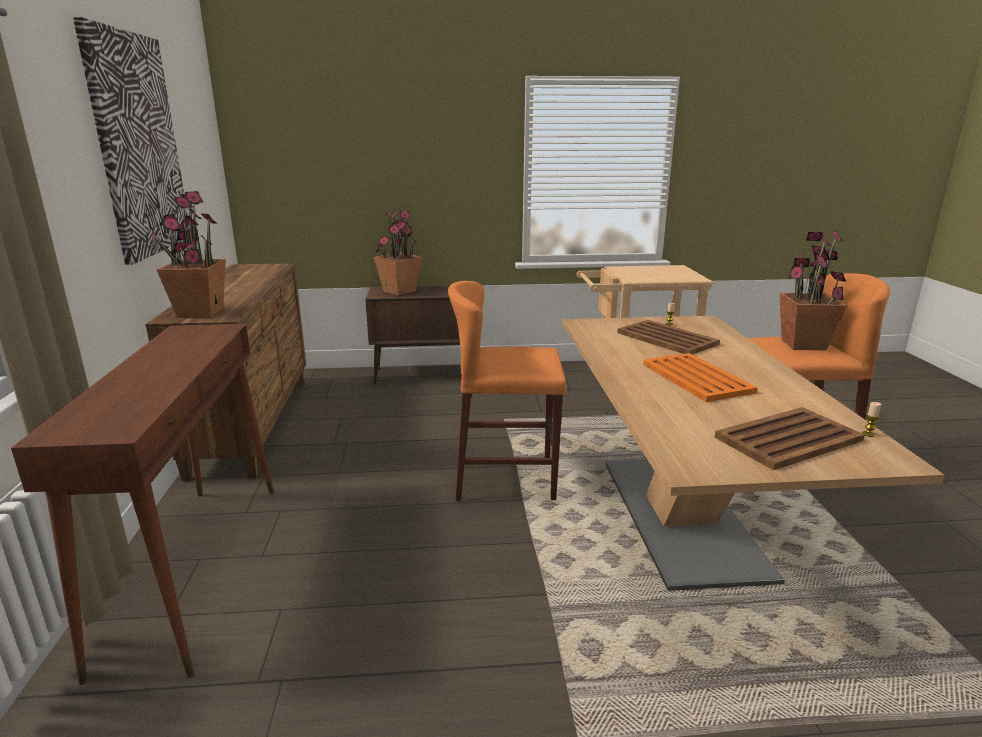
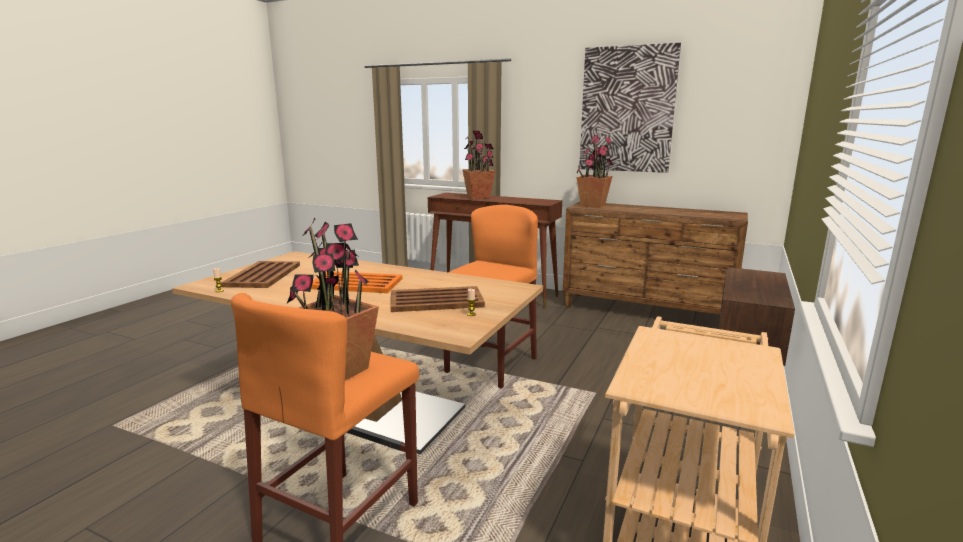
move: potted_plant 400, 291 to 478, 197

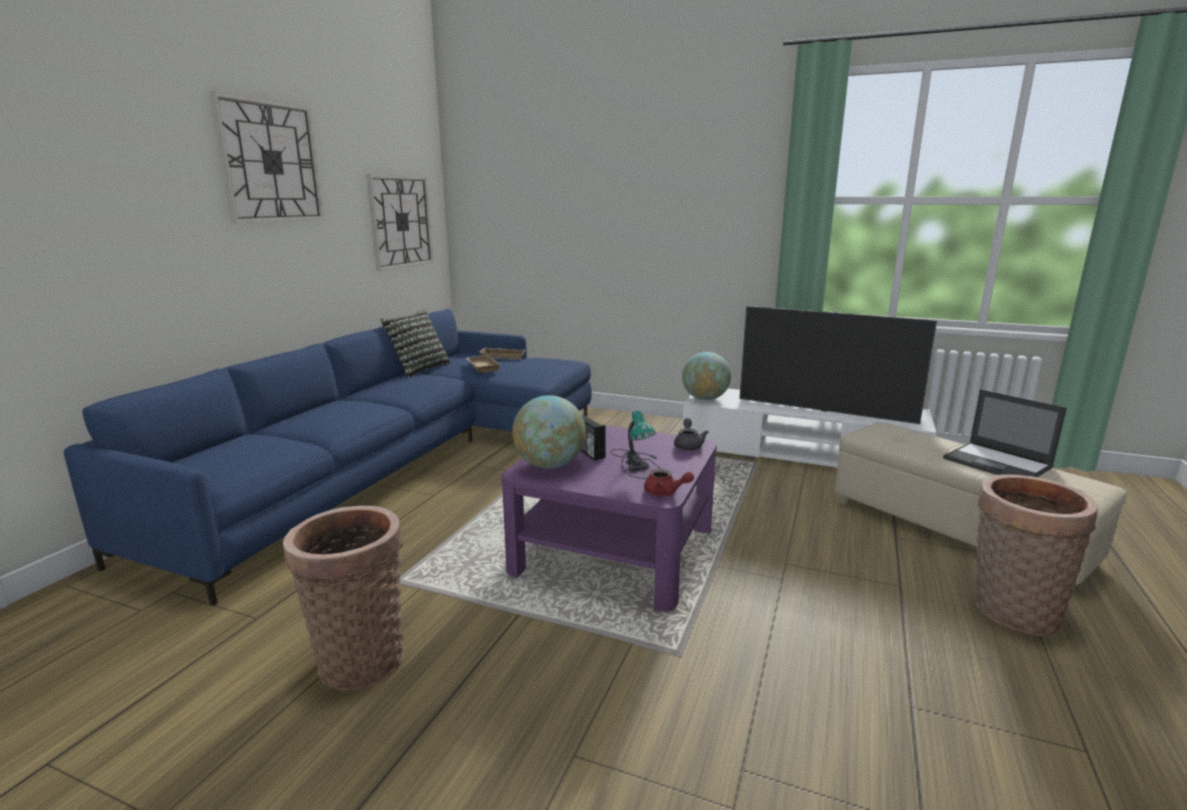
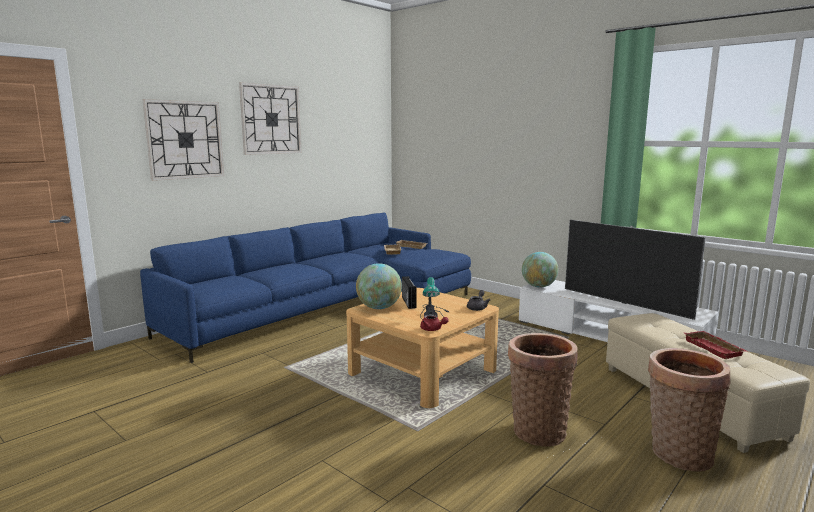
delete: pillow 418, 369
move: basket 360, 658 to 537, 430; wall_clock 401, 222 to 185, 140
replace: laptop 998, 463 to red_tray 715, 348
recolor: purple_coffee_table 613, 549 to beige_coffee_table 422, 372

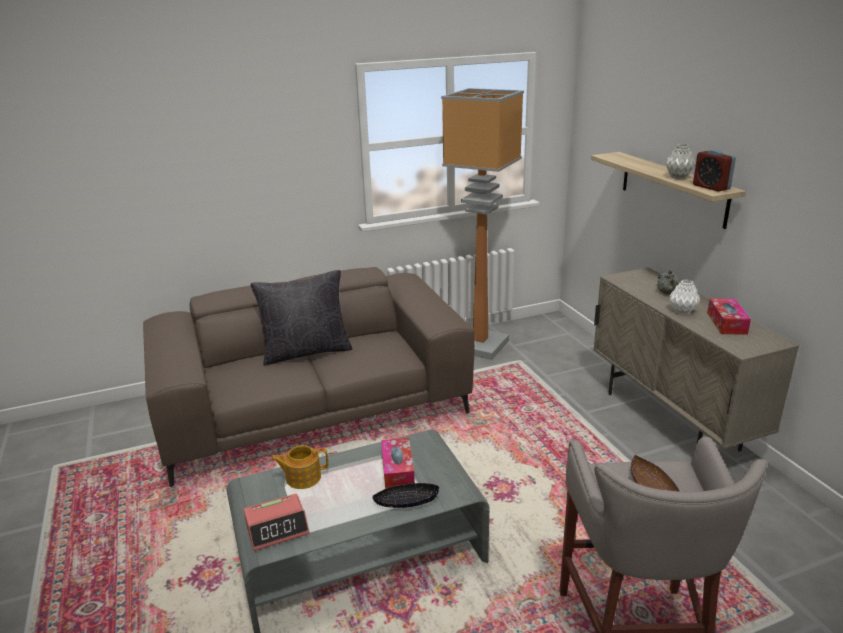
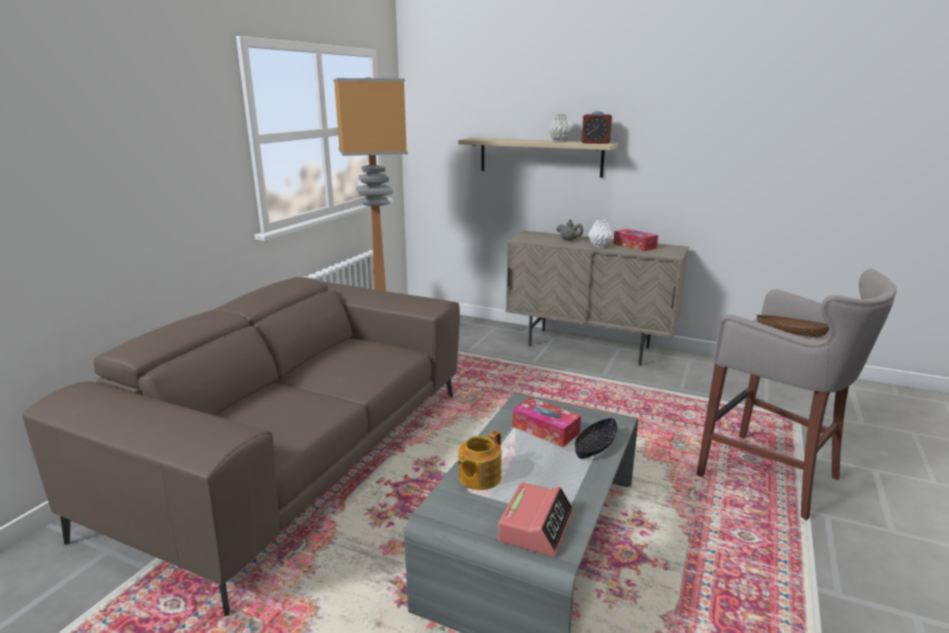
delete: black_pillow 306, 351

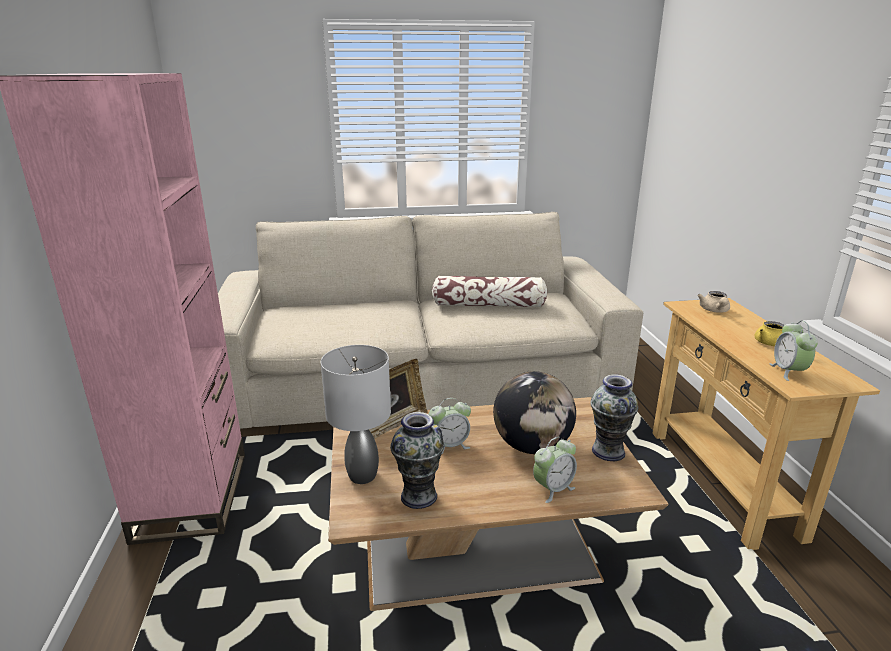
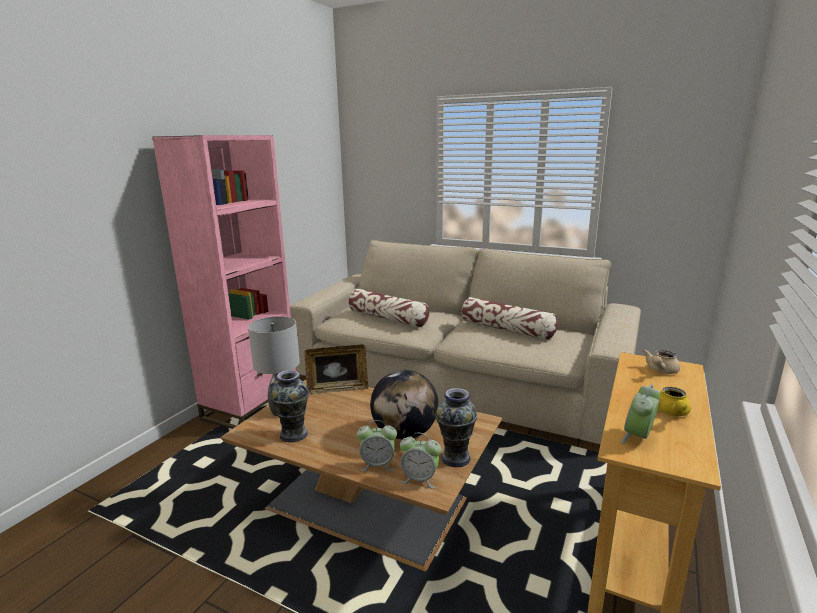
insert: pillow 388, 318
move: alarm_clock 450, 445 to 420, 479

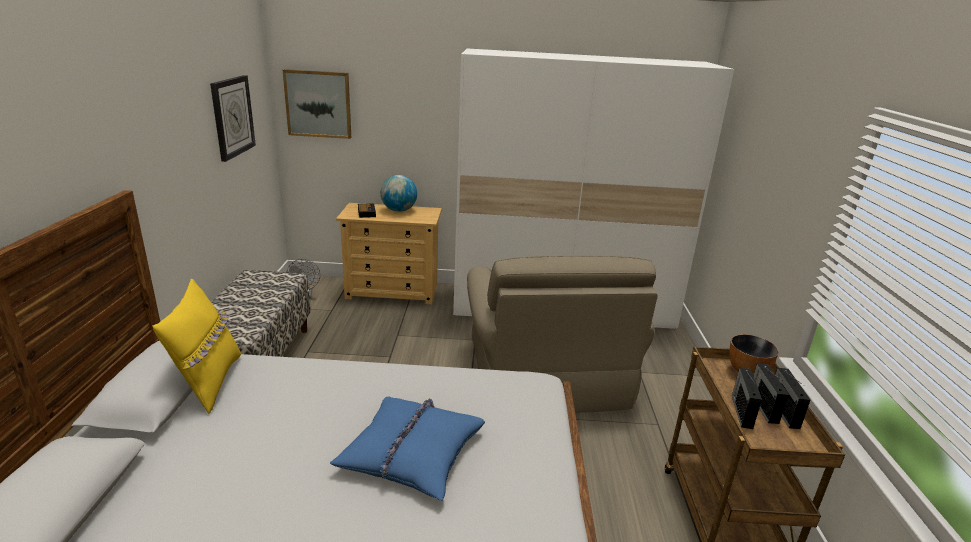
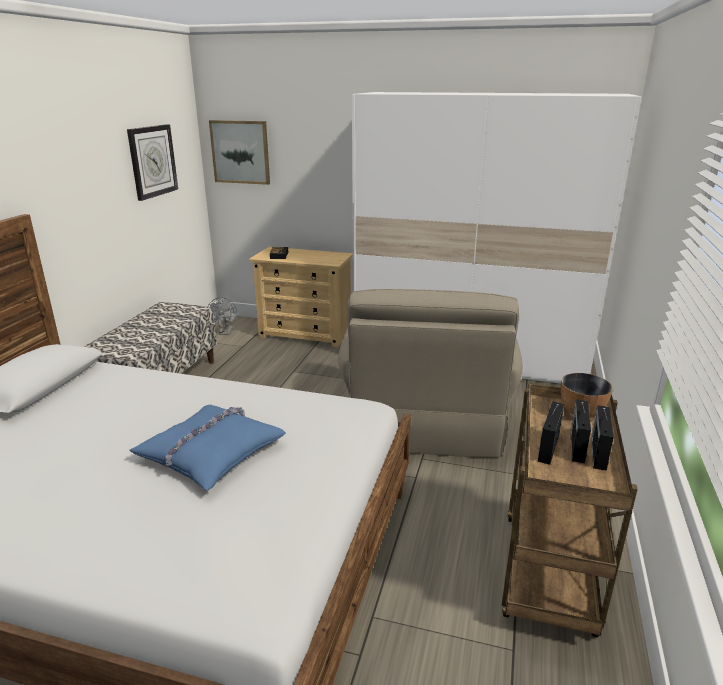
delete: yellow_pillow 209, 382; globe 399, 210

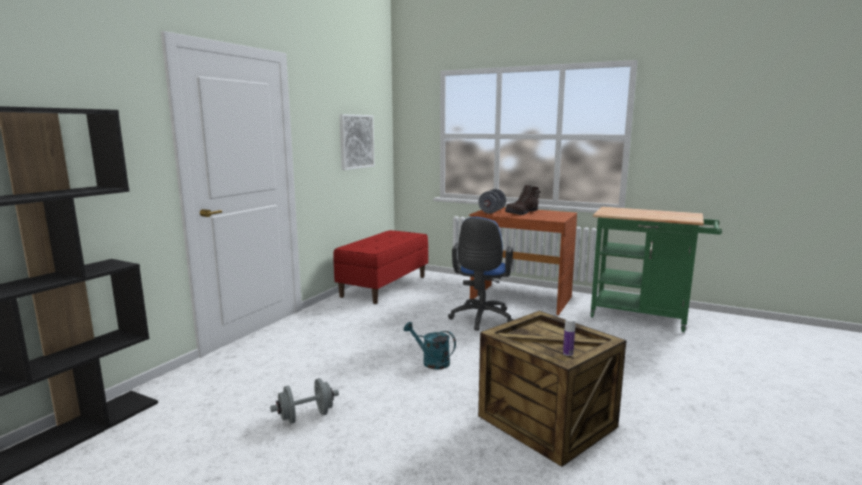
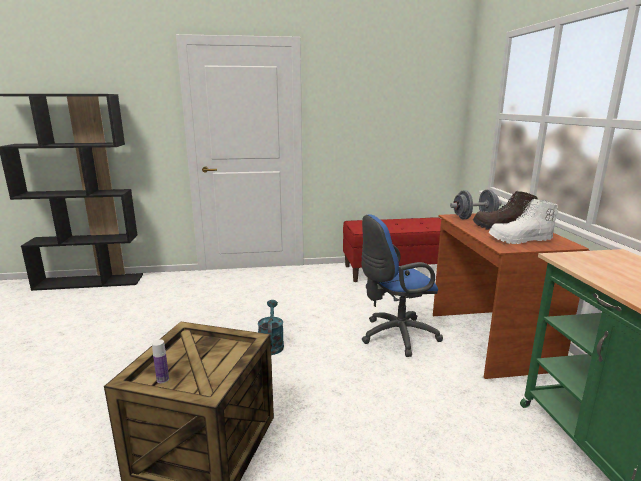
delete: grey_dumbbell 306, 416; picture 356, 141
insert: white_boot 520, 240

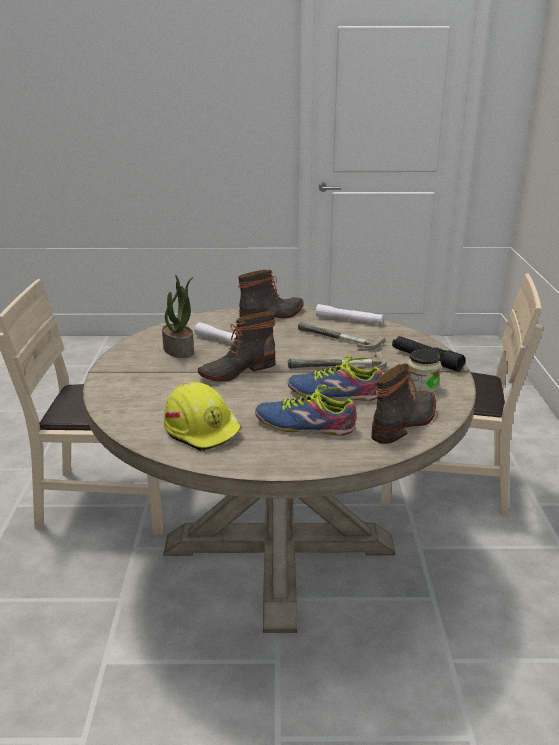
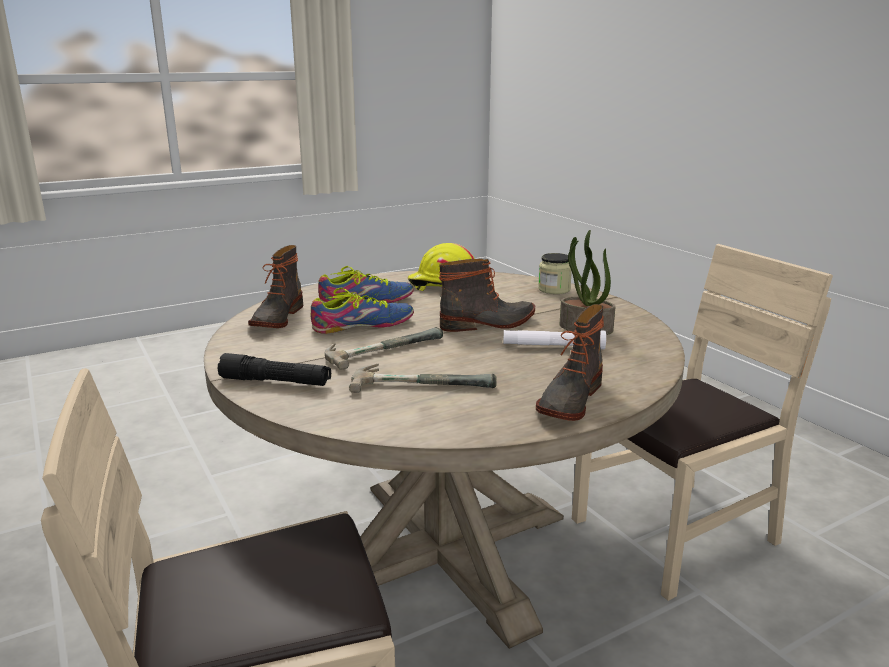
delete: white_flashlight 349, 320
move: jar 422, 386 to 554, 289
rotate: boot 236, 370 = 488, 323 45 degrees clockwise

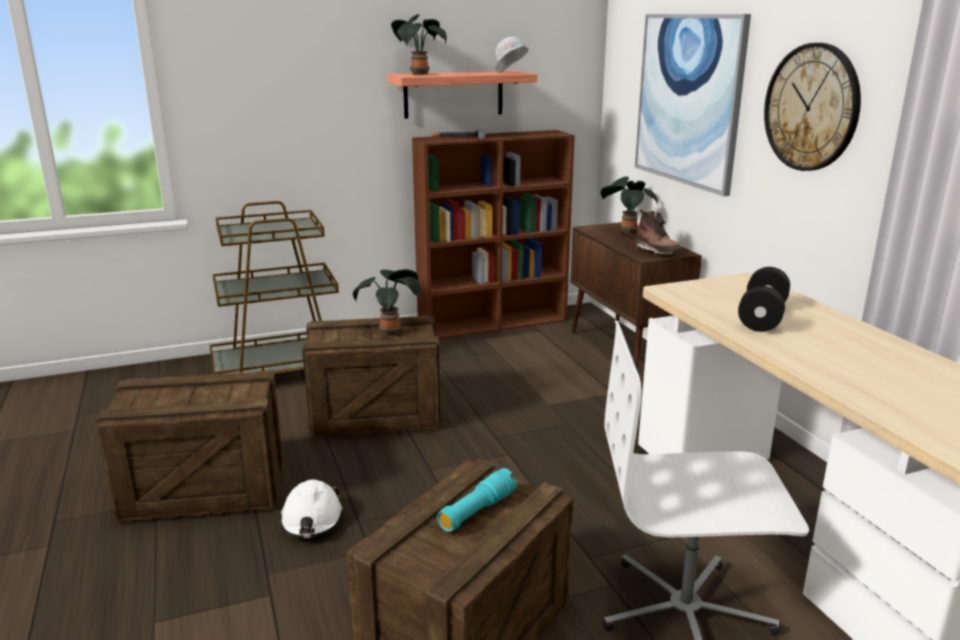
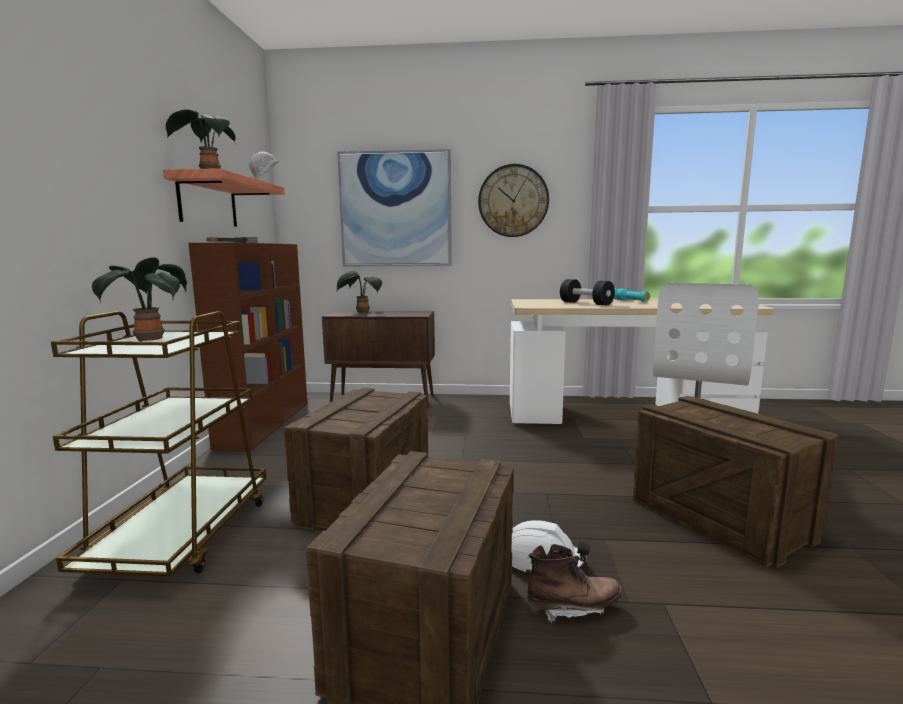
move: potted_plant 392, 332 to 149, 339; turquoise_flashlight 477, 511 to 630, 301; brown_boot 656, 253 to 572, 607

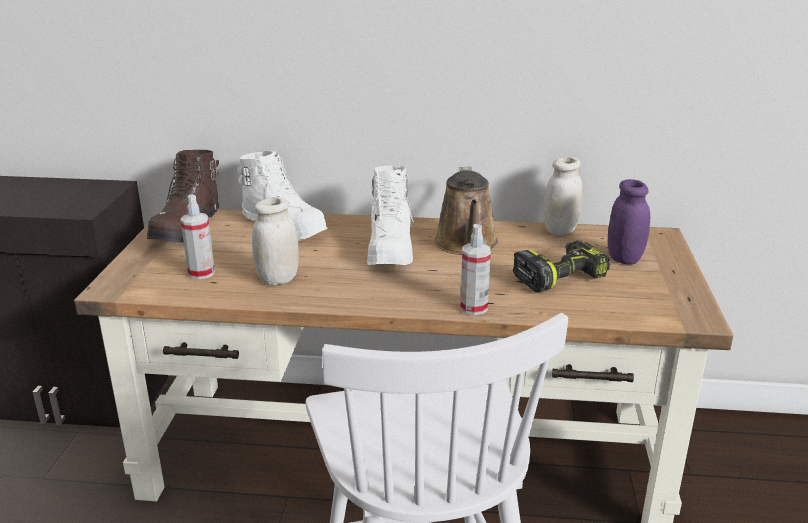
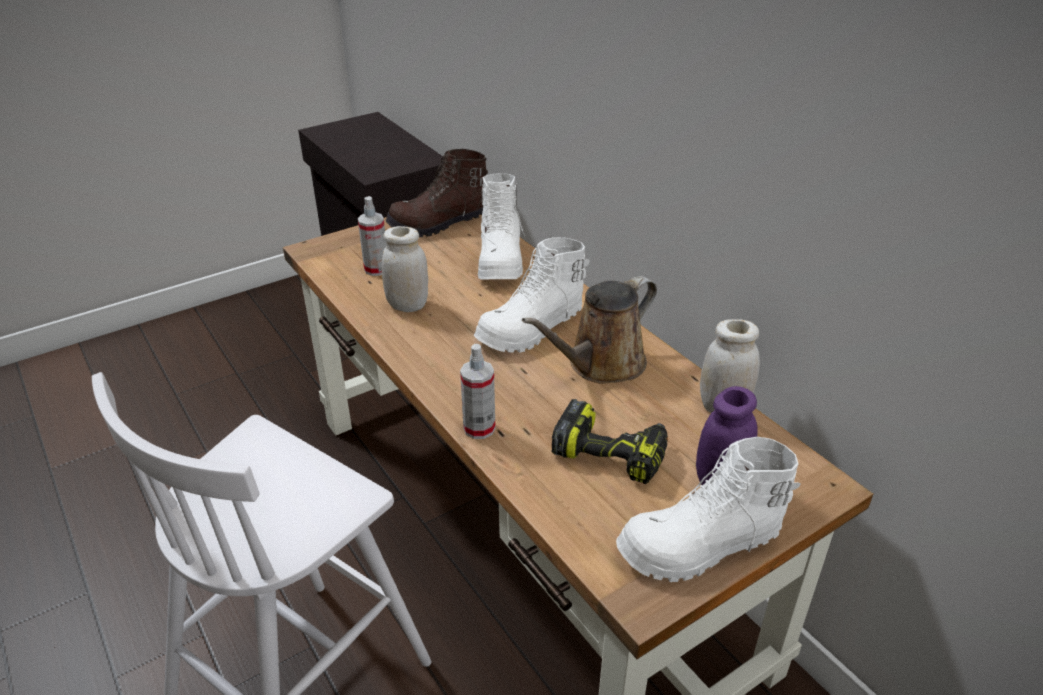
insert: white_boot 700, 547

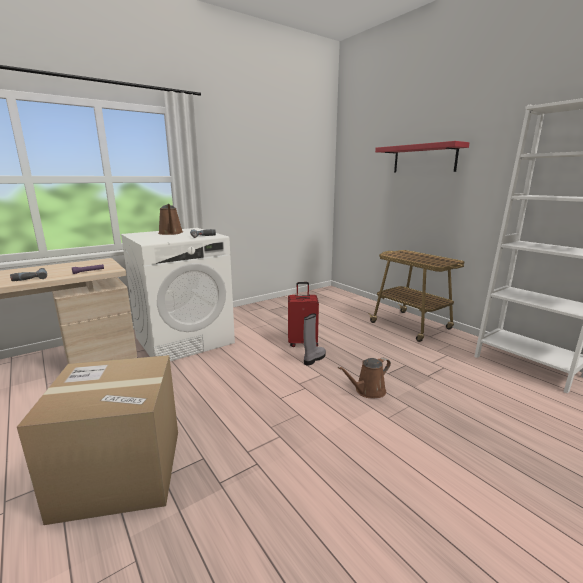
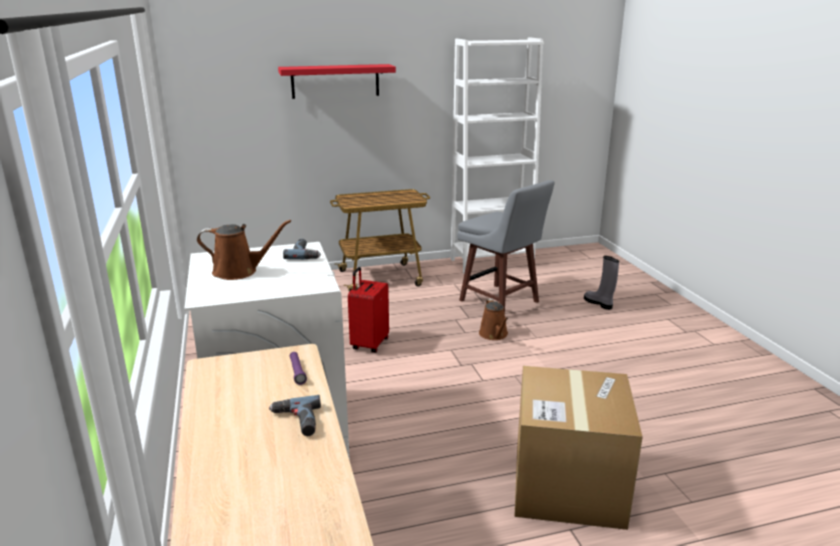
insert: grey_stool 500, 302
move: grey_boot 314, 359 to 599, 303

